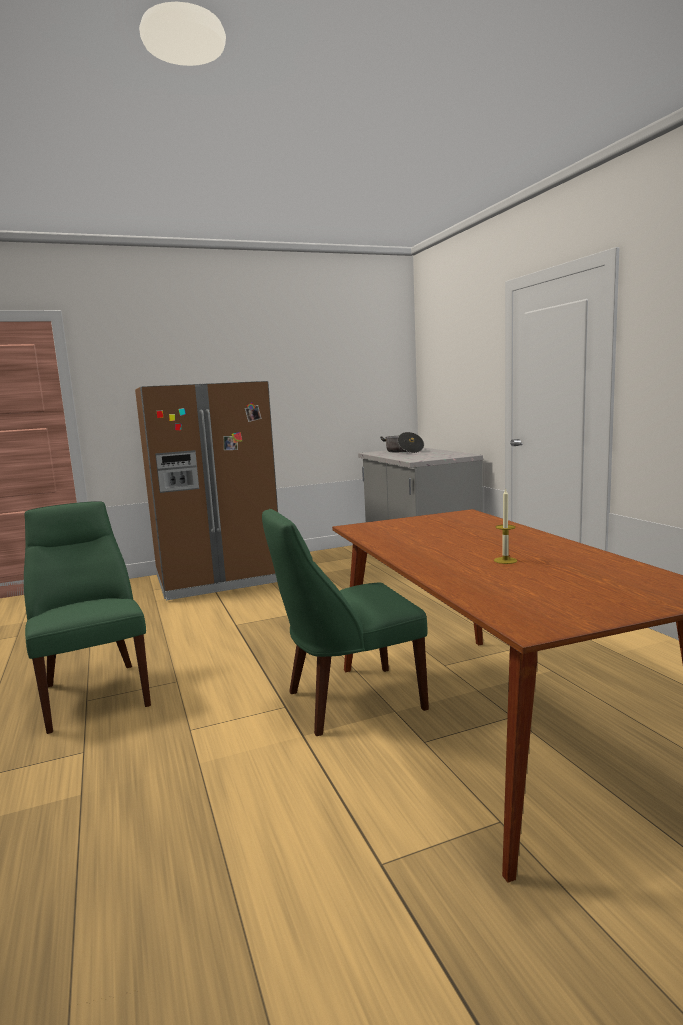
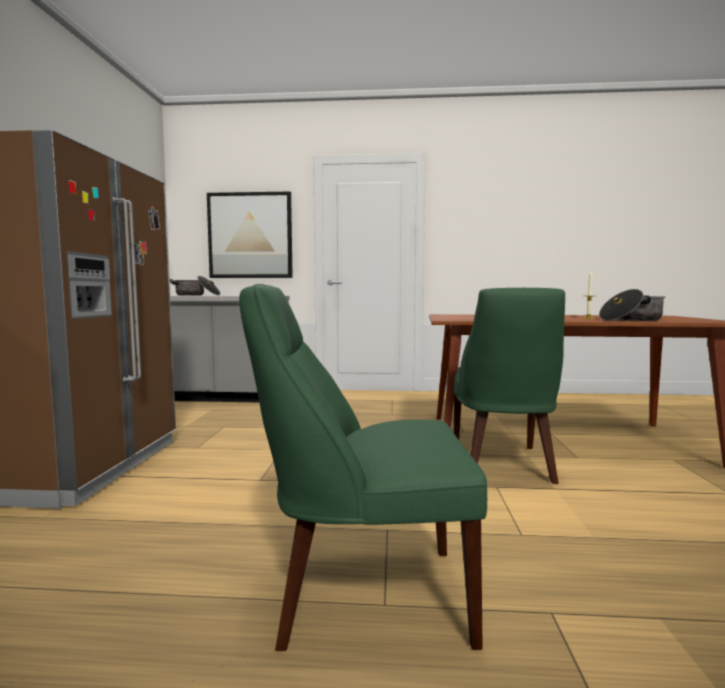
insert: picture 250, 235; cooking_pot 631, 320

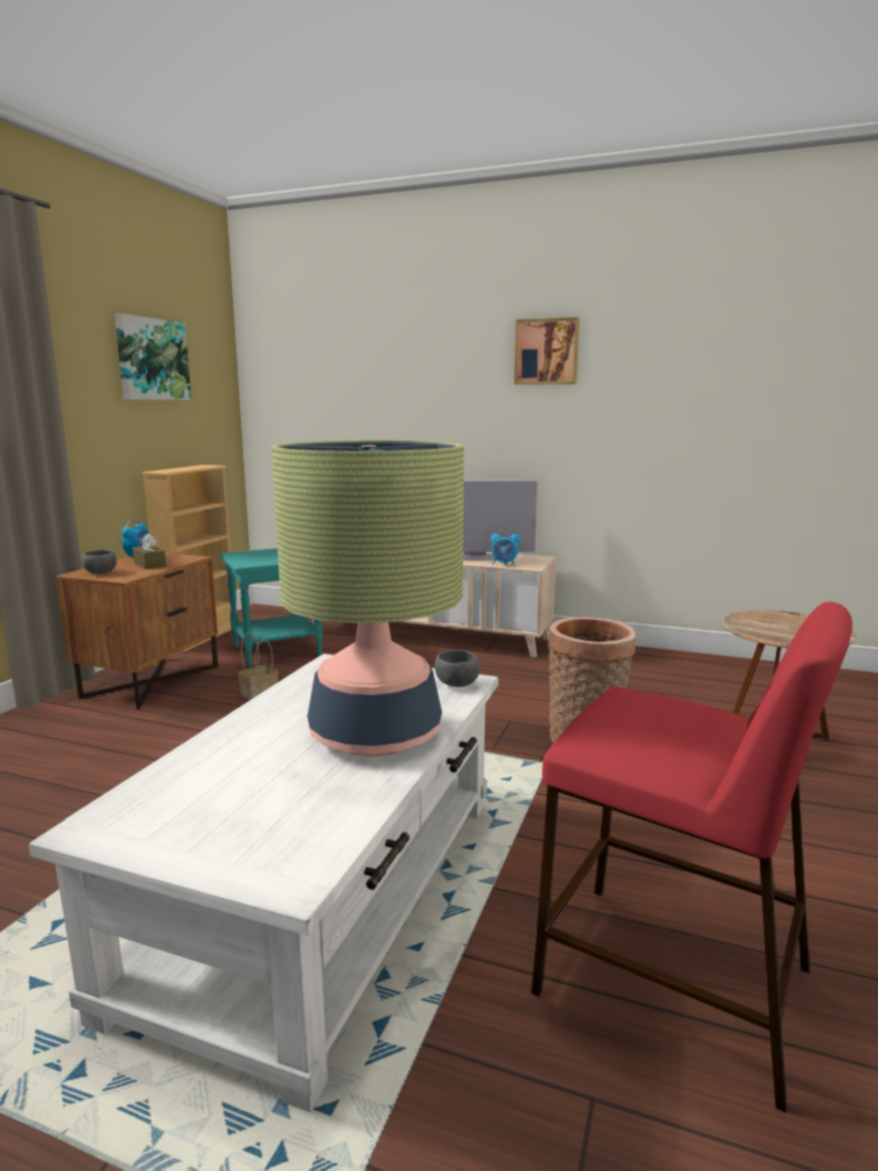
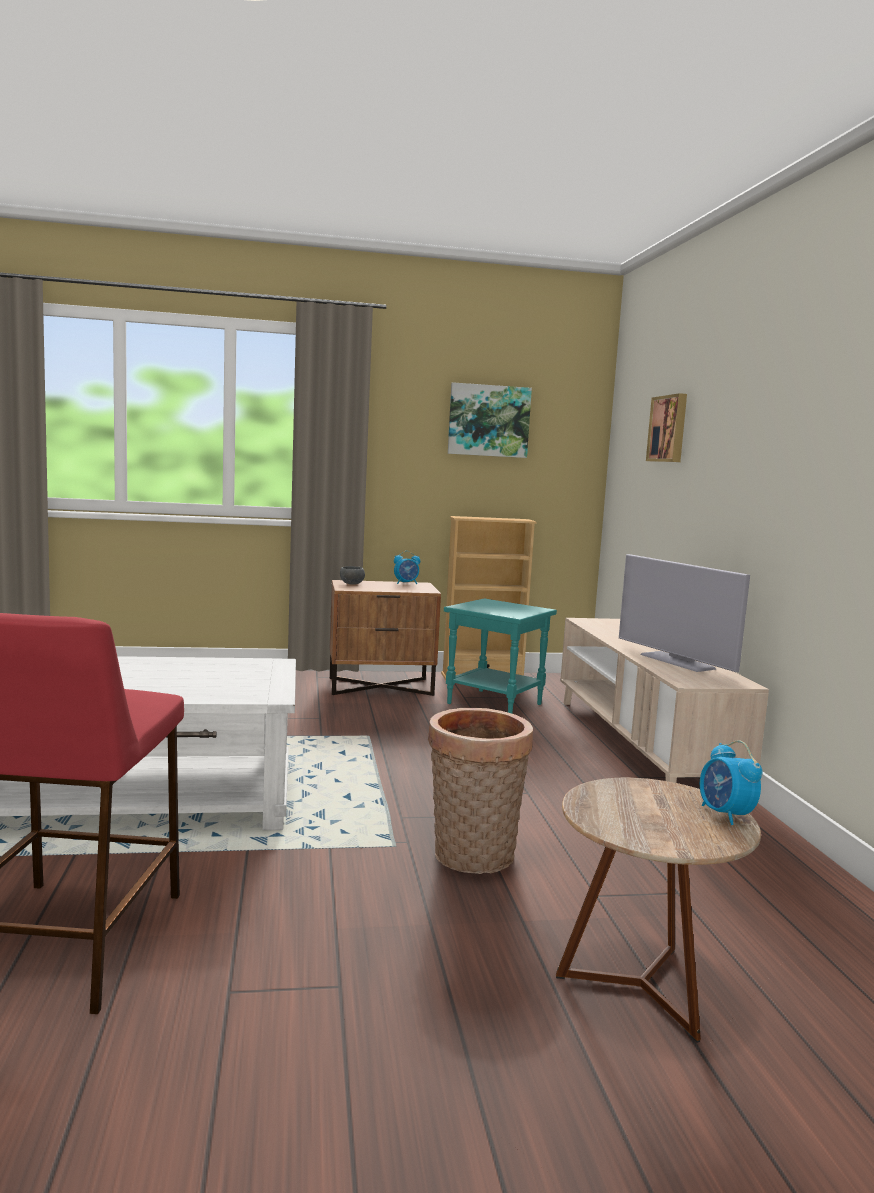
delete: brown_tissue_box 149, 564; basket 260, 693; table_lamp 376, 735; grey_bowl 455, 684
move: alarm_clock 504, 564 to 725, 815; picture 547, 352 to 669, 429

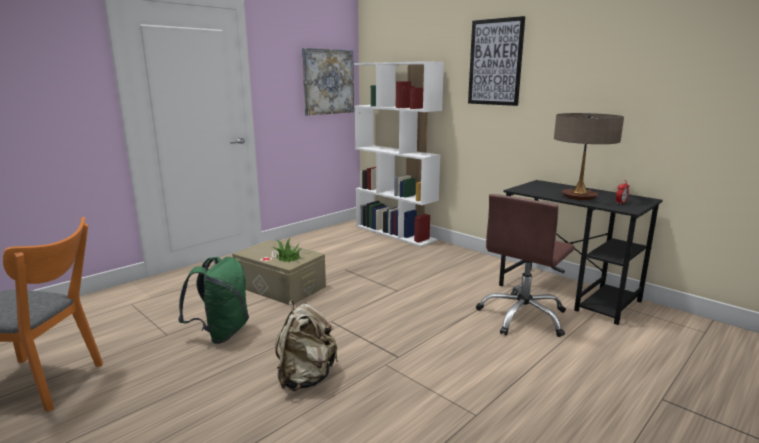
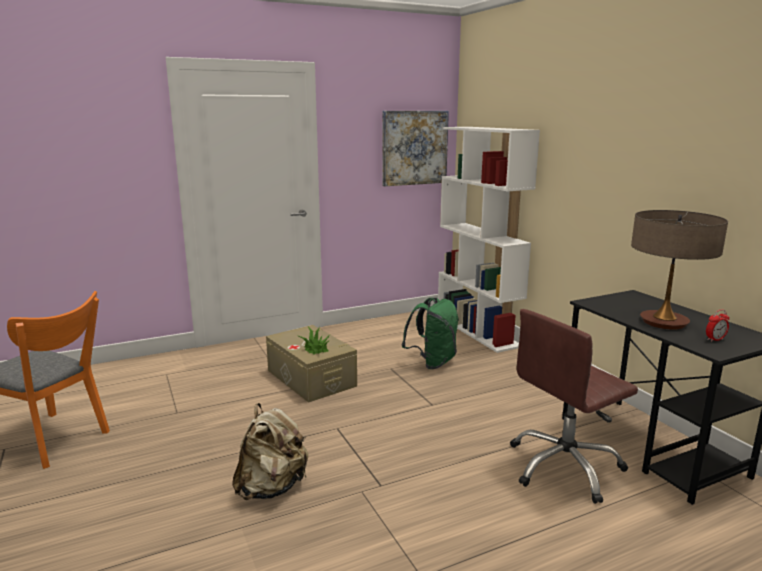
delete: picture 495, 62
move: green_backpack 221, 333 to 432, 362

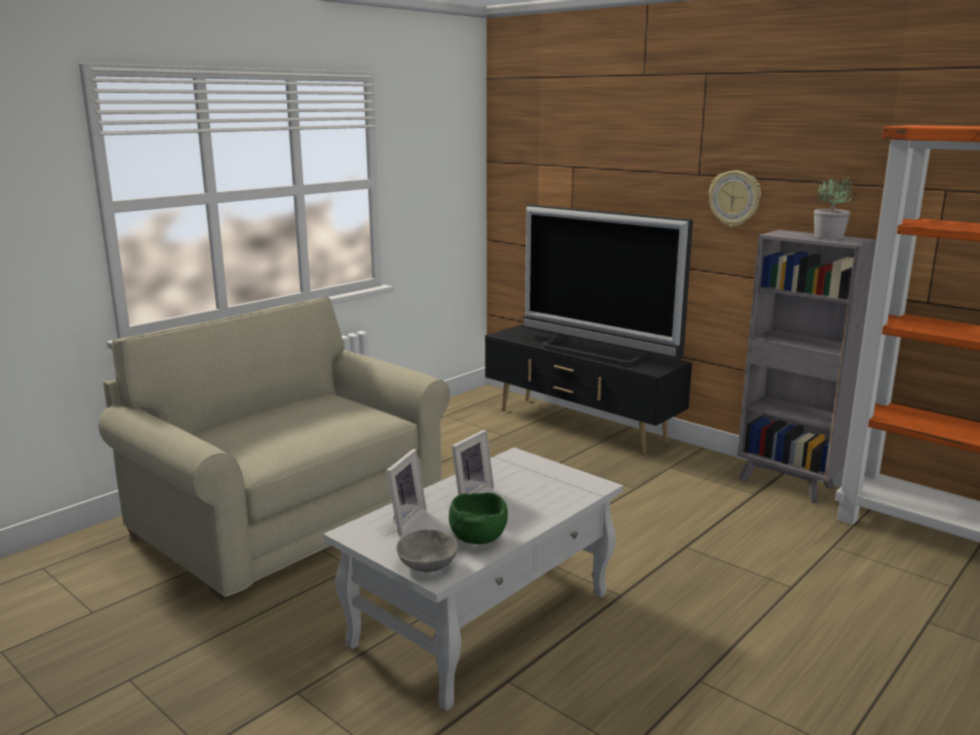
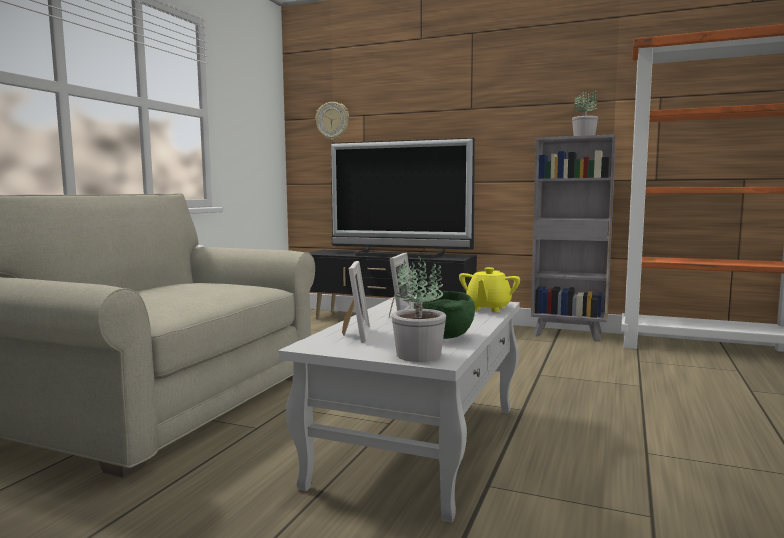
insert: yellow_teapot 488, 308
move: wall_clock 734, 198 to 333, 121
replace: grey_bowl 427, 565 to potted_plant 417, 355

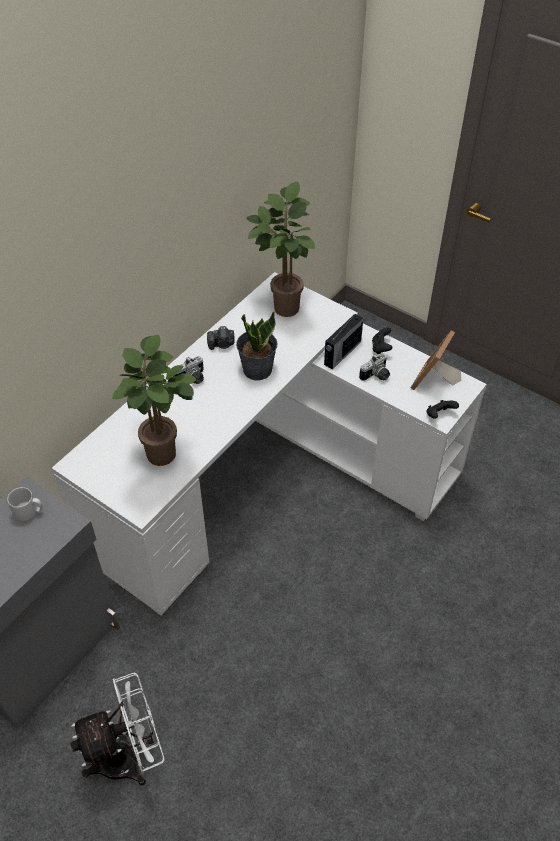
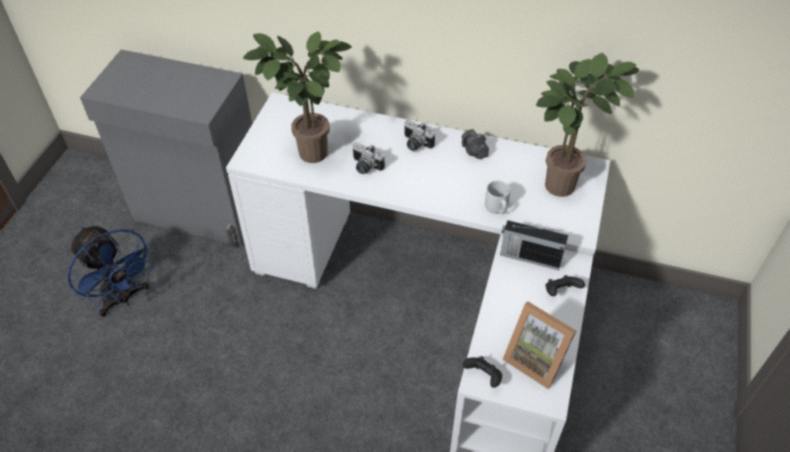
delete: potted_plant 257, 369
move: grey_mug 29, 512 to 497, 208; photo_camera 376, 376 to 365, 167
recolor: white_fan 129, 756 to blue_fan 123, 298
rotate: picture_frame 434, 381 = 536, 359 150 degrees counterclockwise

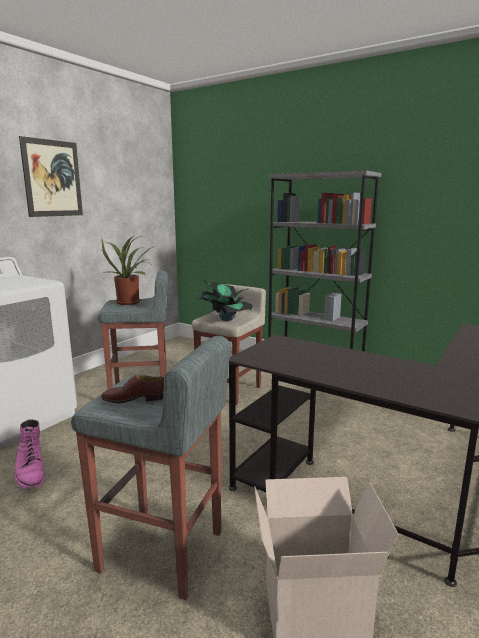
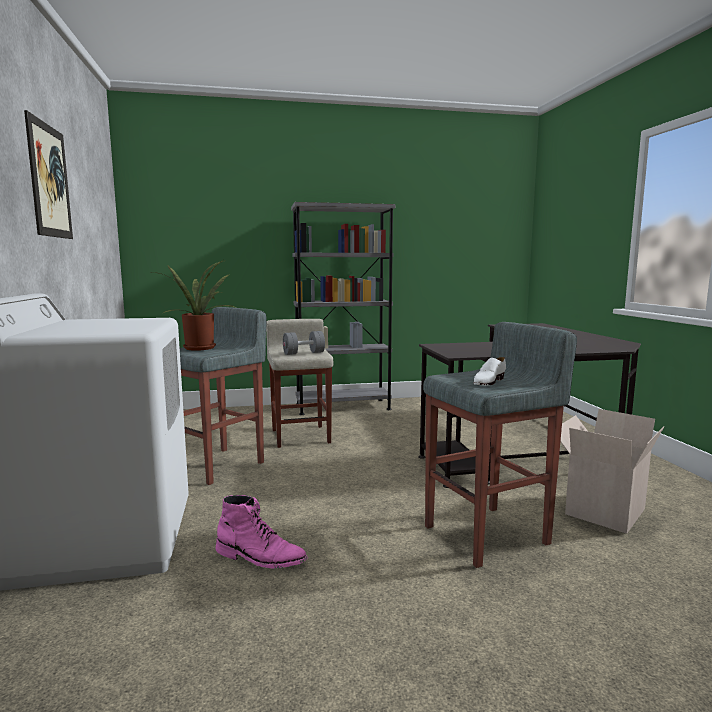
replace: potted_plant 227, 319 to grey_dumbbell 304, 353
recolor: brown_shoe 134, 399 to white_shoe 488, 382

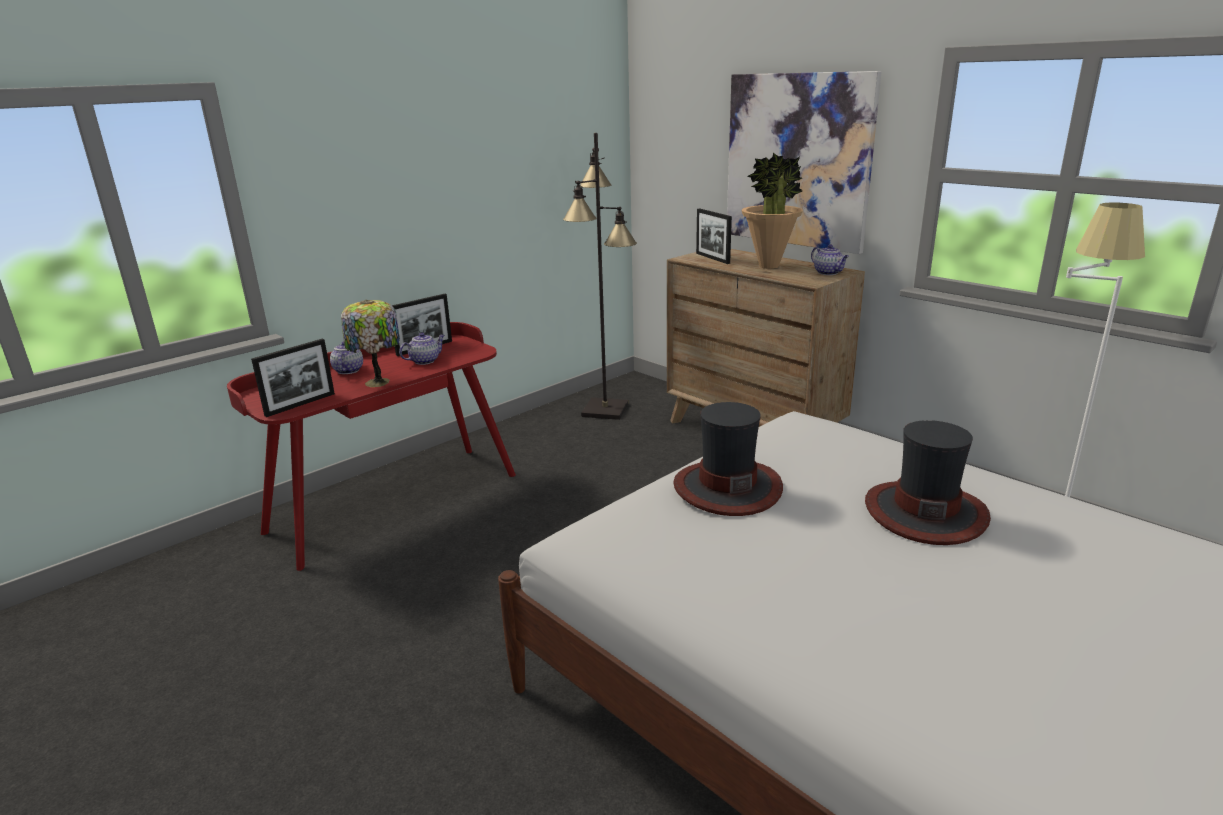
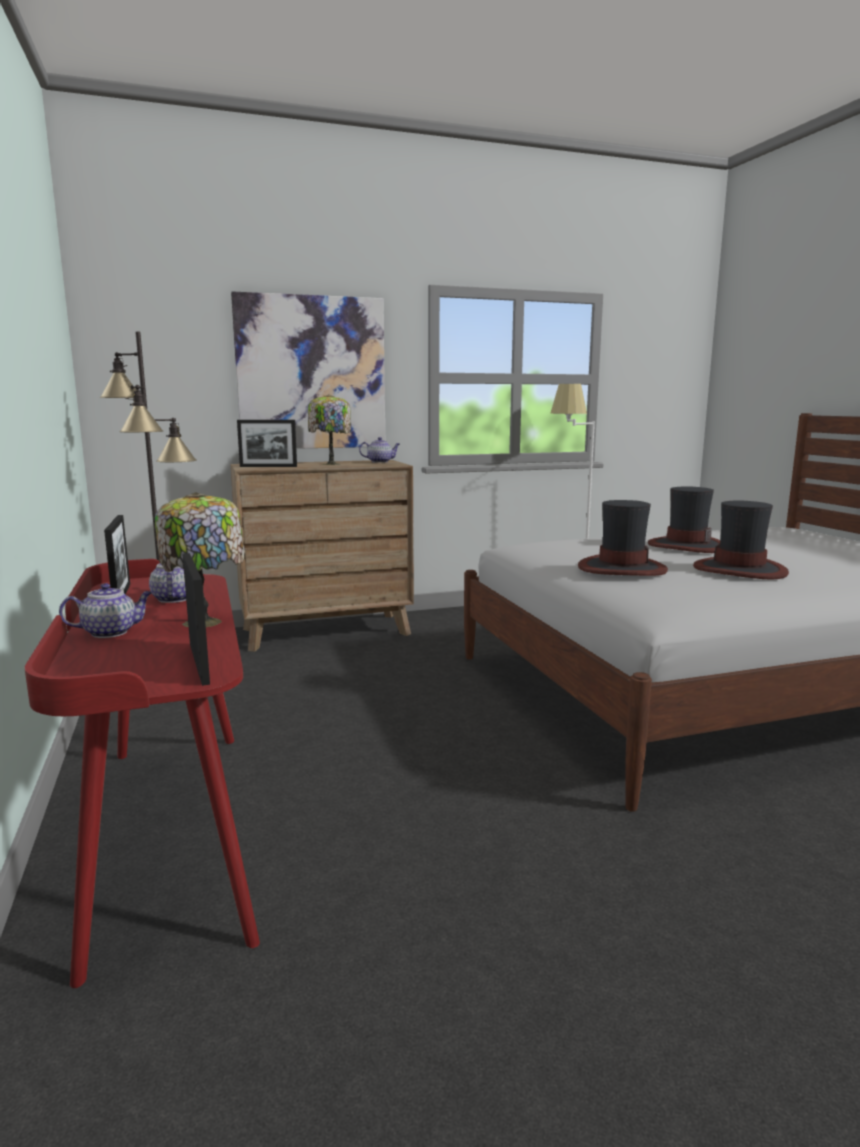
insert: hat 740, 570
replace: potted_plant 769, 266 to table_lamp 330, 464
rotate: teapot 348, 370 = 111, 632 135 degrees clockwise

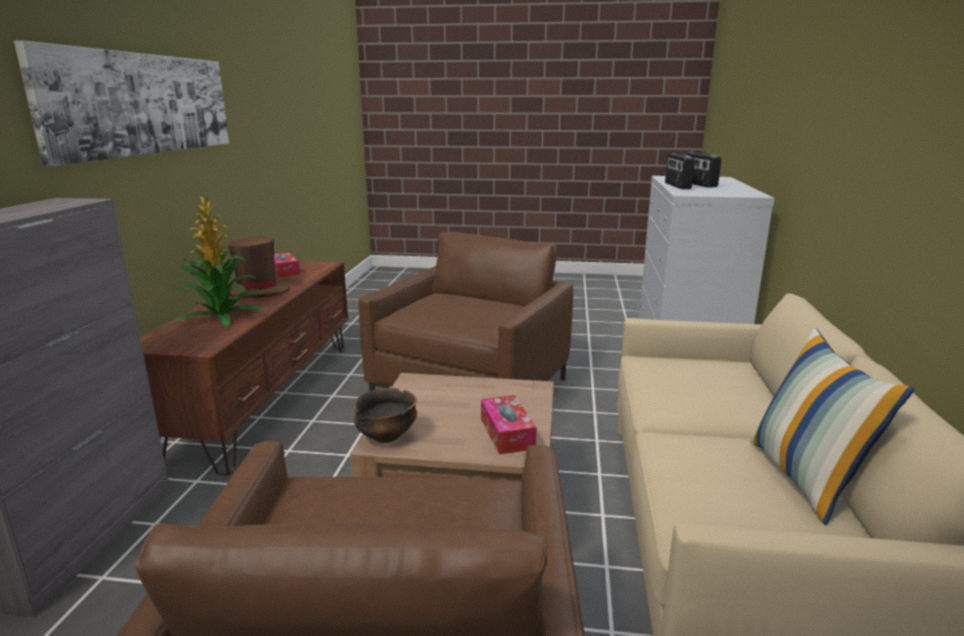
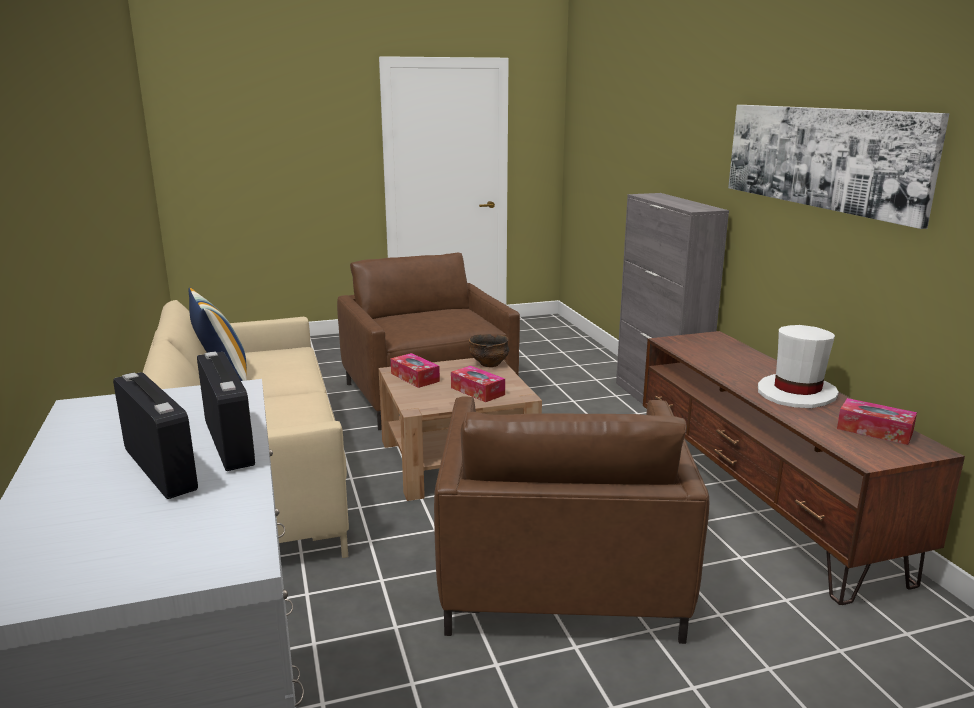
delete: potted_plant 222, 316
insert: tissue_box 477, 391
recolor: brown_hat 257, 291 to white_hat 796, 393

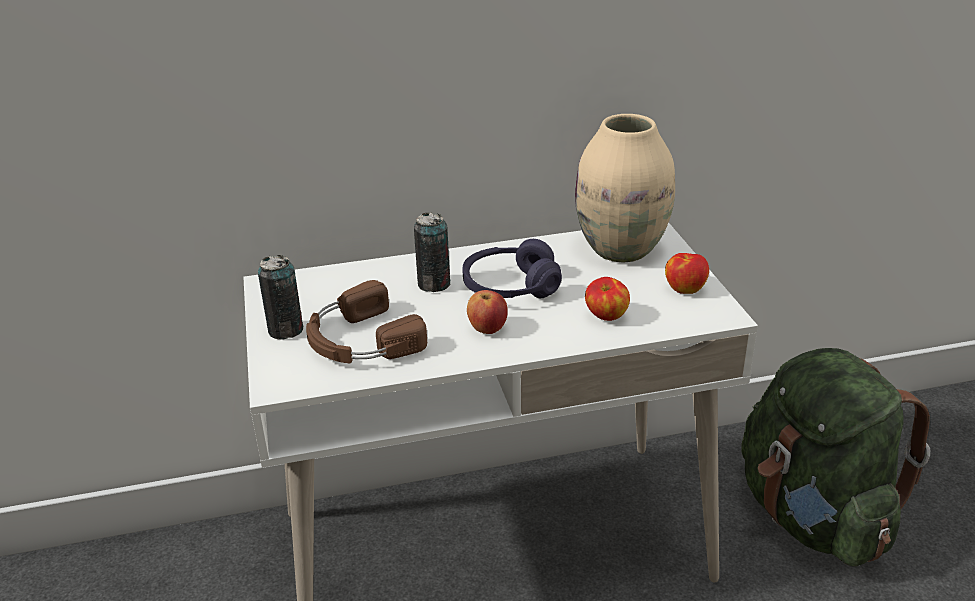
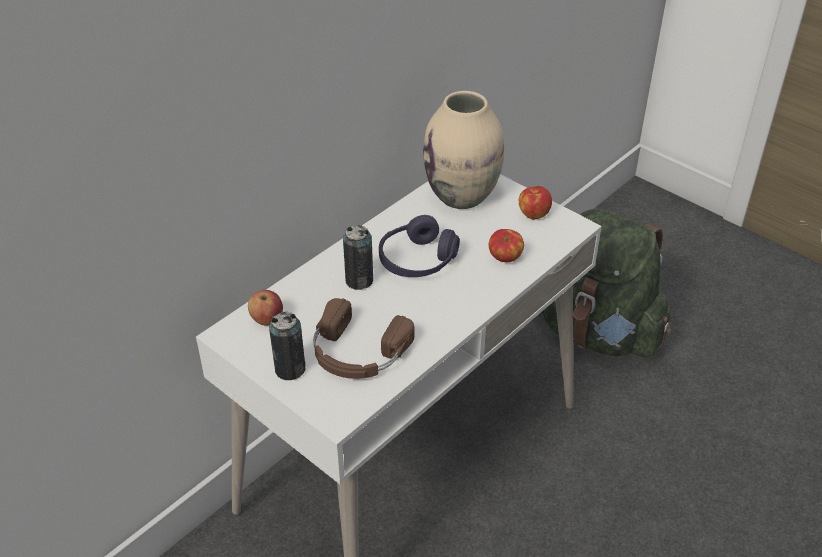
move: apple 487, 329 to 267, 319

